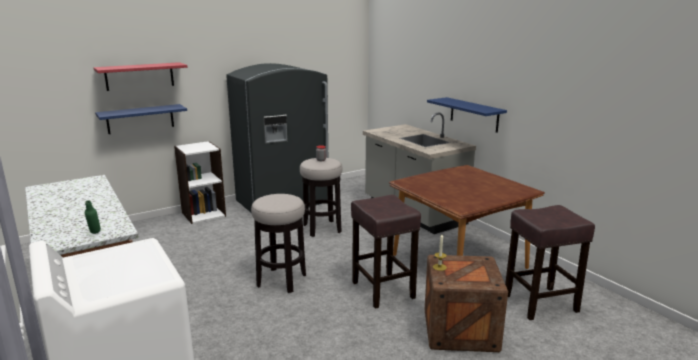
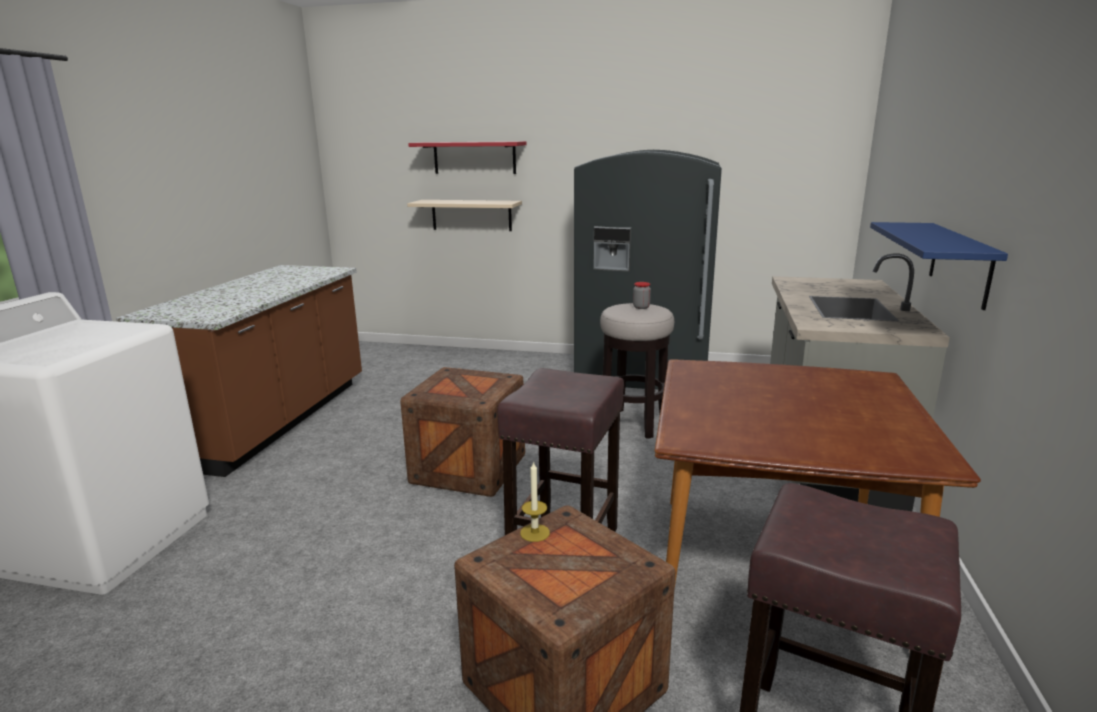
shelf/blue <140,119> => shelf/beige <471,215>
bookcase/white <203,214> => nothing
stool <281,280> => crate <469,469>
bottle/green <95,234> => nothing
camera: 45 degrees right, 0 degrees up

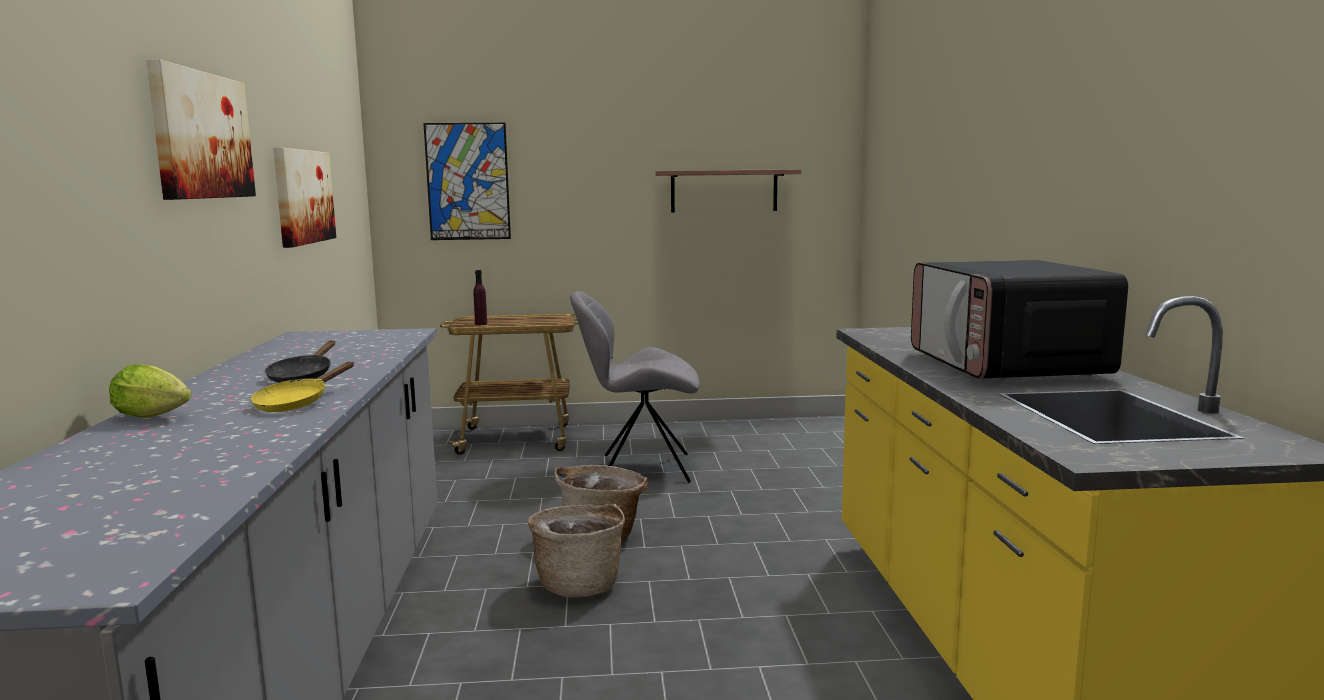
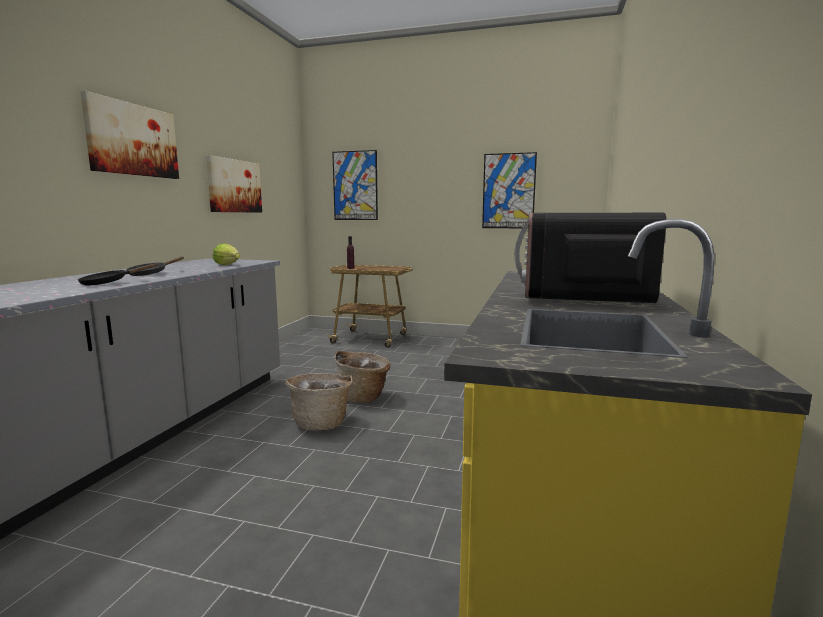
shelf <724,191> => picture <508,191>
chair/grey <640,468> => nothing
frying pan/yellow <297,403> => frying pan/black <109,283>
lettuce <157,417> => lettuce <228,265>, relocated
camera: 20 degrees right, 0 degrees up

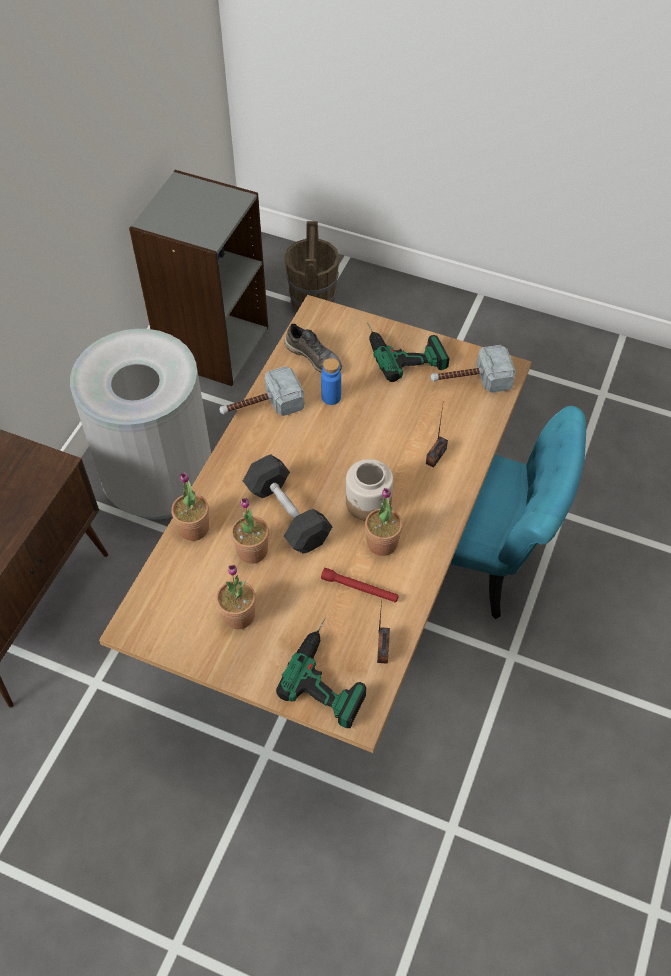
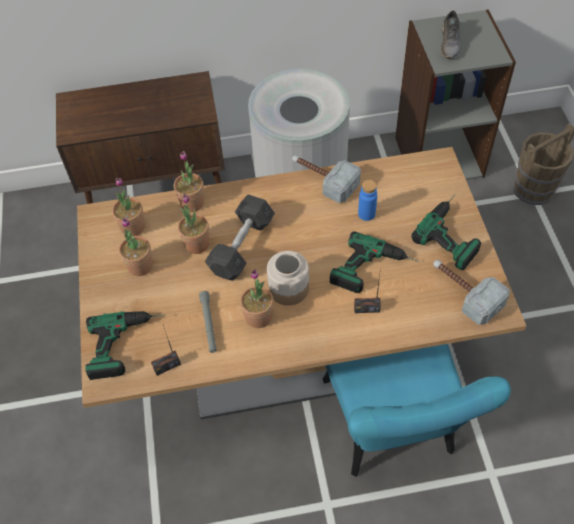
shoe/grey <314,357> => shoe/grey <450,44>, relocated
flashlight/red <359,588> => flashlight/grey <209,324>
nothing => potted plant <133,227>
nothing => power drill <375,271>
camera: 60 degrees right, 0 degrees up

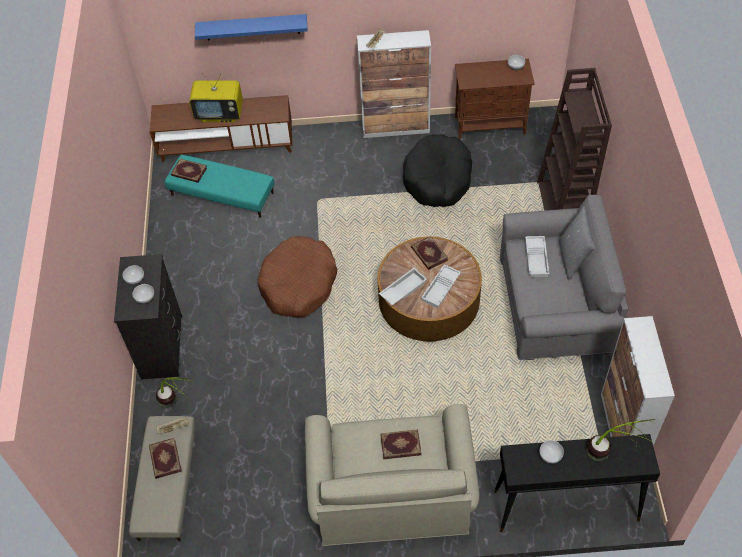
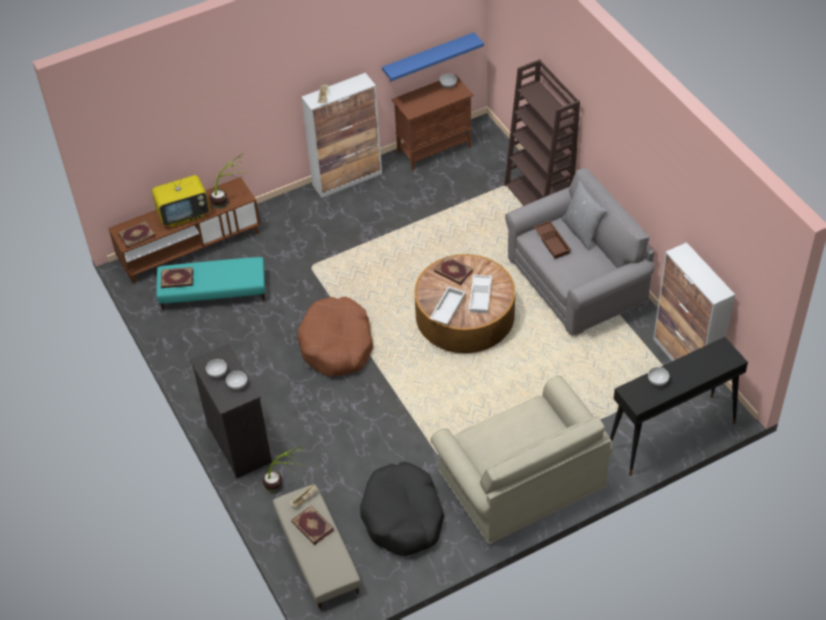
shelf/blue <252,27> => shelf/blue <428,58>, relocated
dog bed/black <438,179> => dog bed/black <403,516>, relocated
tray/white <537,259> => tray/brown <552,242>
potted plant <611,453> => potted plant <229,201>, relocated
book <400,444> => book <136,235>, relocated
camera: 25 degrees left, 5 degrees down

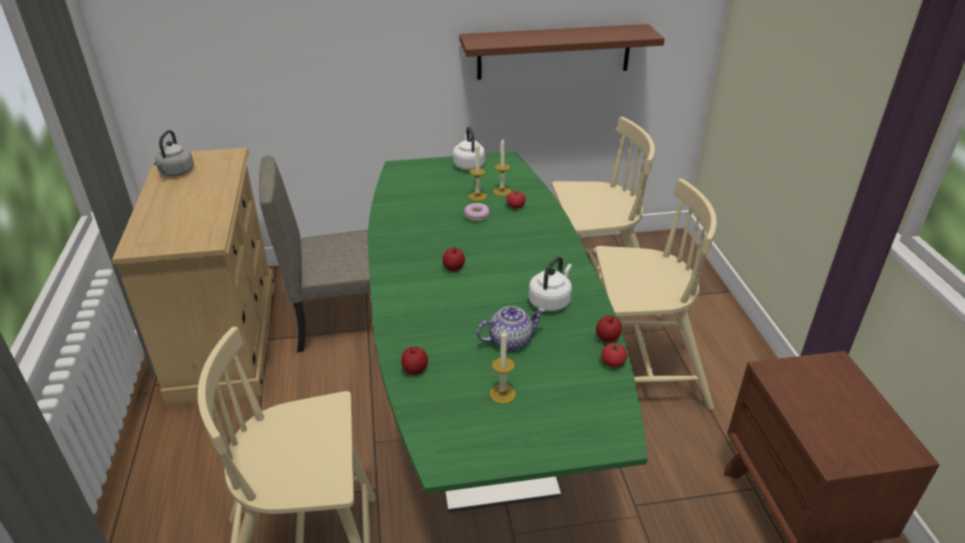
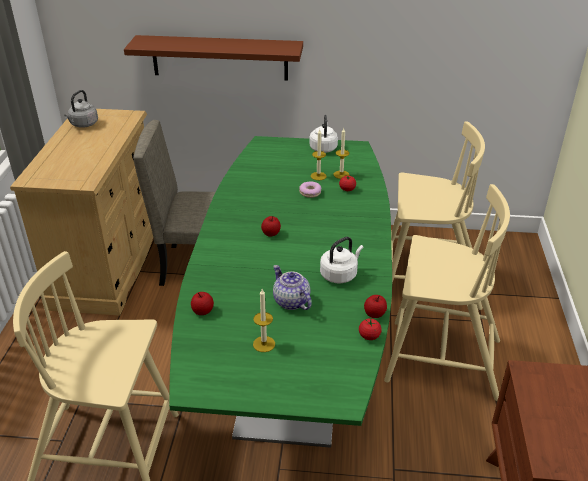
shelf/brown <554,52> => shelf/brown <219,57>, relocated
teapot <510,340> => teapot <290,301>, 120 degrees counterclockwise
camera: 15 degrees right, 0 degrees up

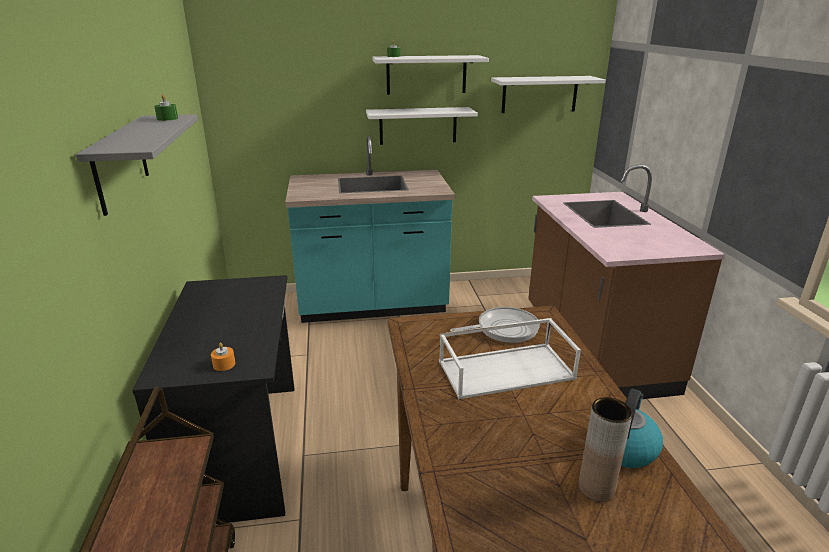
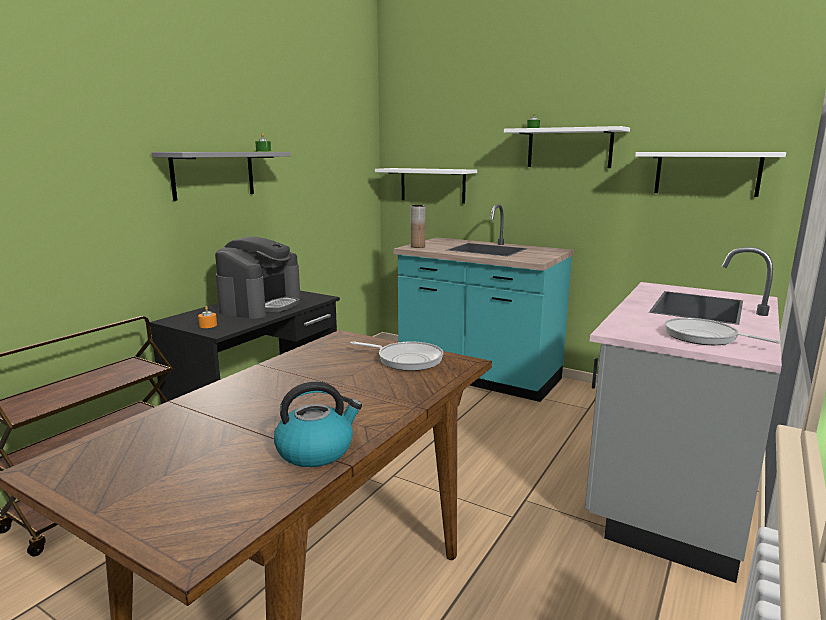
shelf/white <418,126> => shelf/white <432,185>, relocated
counter/brown <593,349> => counter/grey <669,489>
tray/white <506,369> => nothing
vase/brown <596,488> => vase/brown <417,246>, relocated
nothing => coffee machine <261,305>
nothing => frying pan <704,337>
camera: 40 degrees right, 10 degrees down

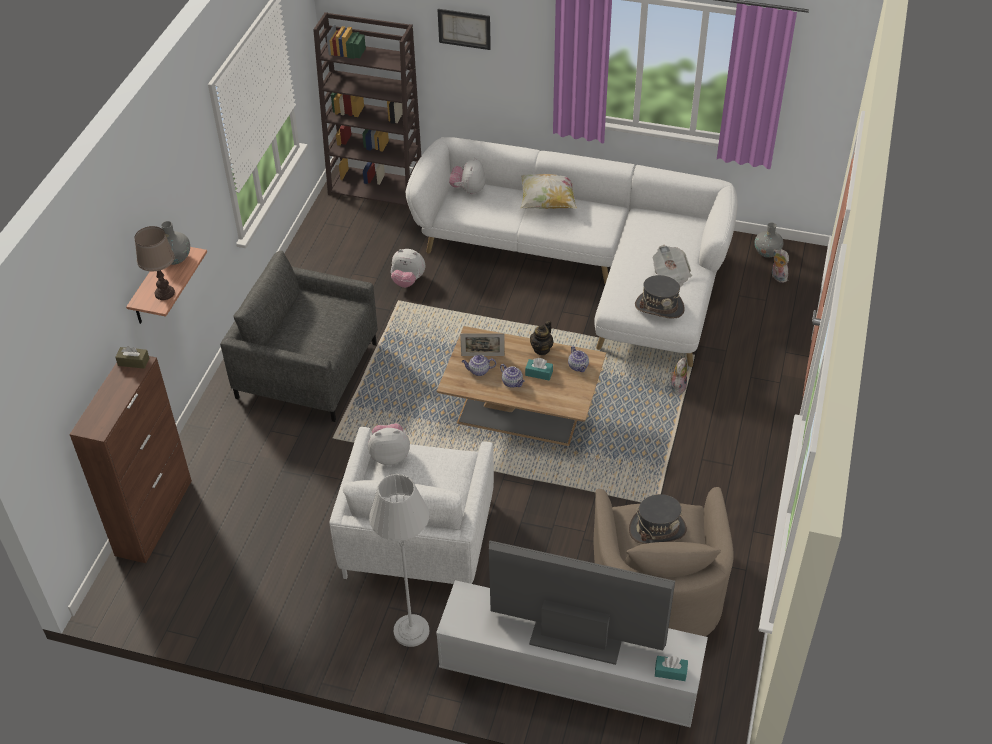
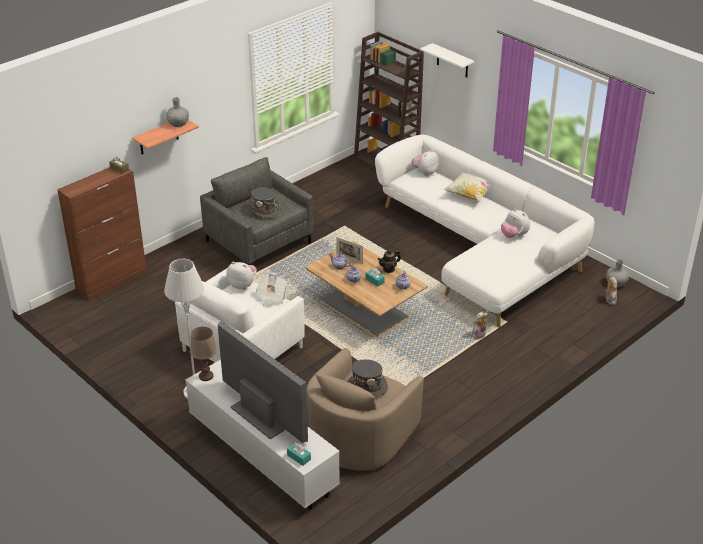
picture <464,28> => shelf/white <452,61>
table lamp/brown <165,293> => table lamp/brown <206,376>, relocated
newspaper <671,275> => newspaper <271,298>, relocated
plush toy <408,281> => plush toy <514,236>, relocated
hat/grey <659,307> => hat/grey <264,210>, relocated
camera: 30 degrees right, 10 degrees down

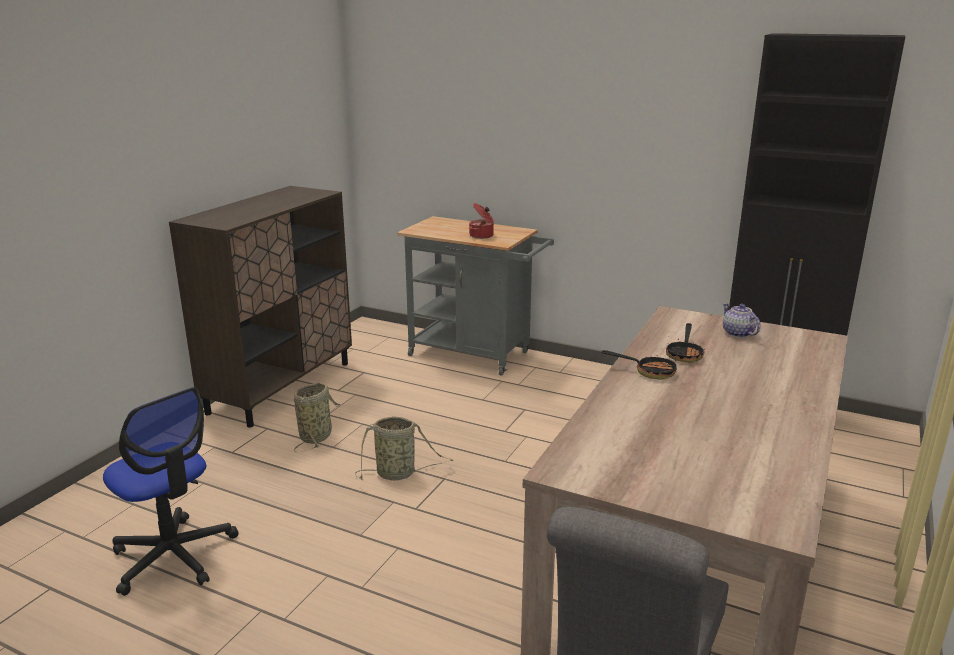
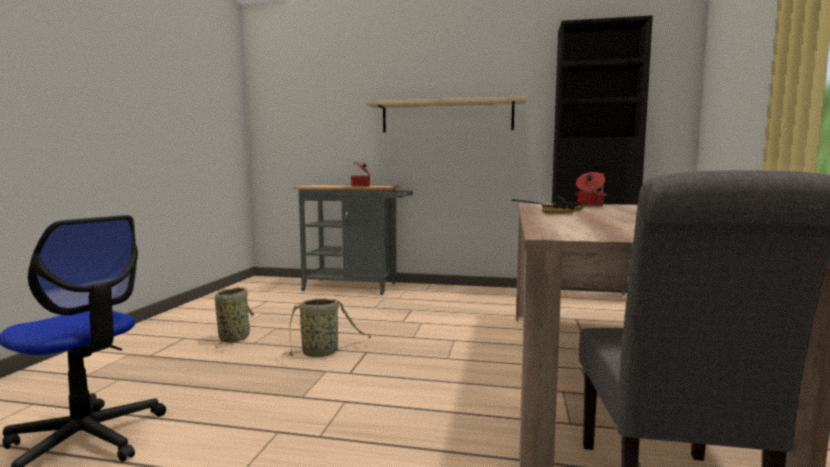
cabinet/brown <281,387> => nothing
teapot <738,333> => cooking pot <589,205>
nothing => shelf/beige <447,116>
camera: 15 degrees left, 15 degrees down

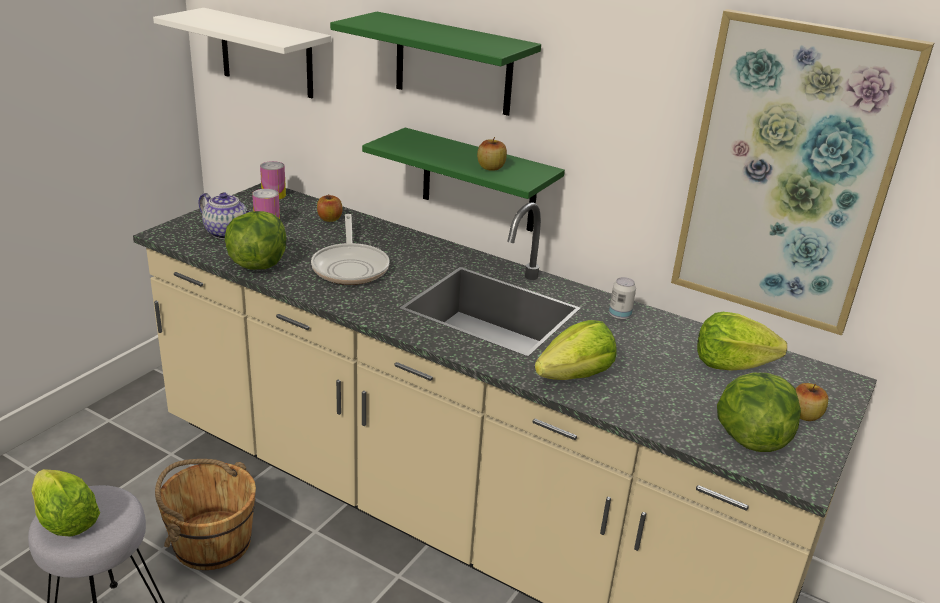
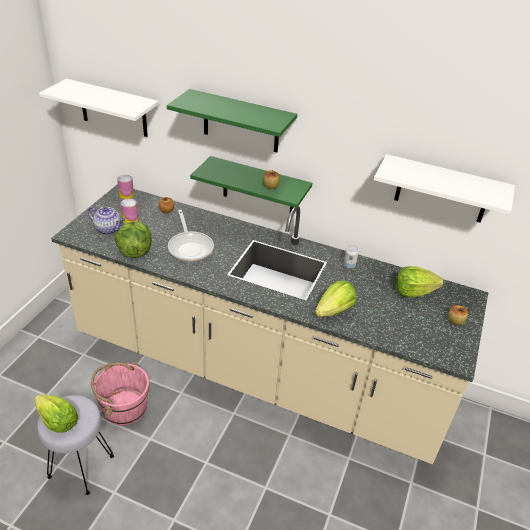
picture <788,175> => shelf/white <442,190>
lettuce <750,438> => nothing
bucket/brown <211,542> => bucket/pink <124,407>
camera: 10 degrees left, 10 degrees up

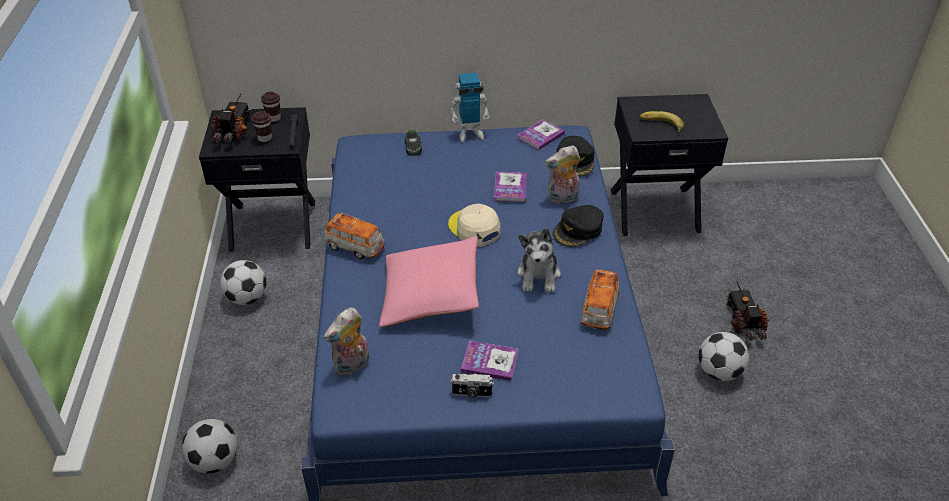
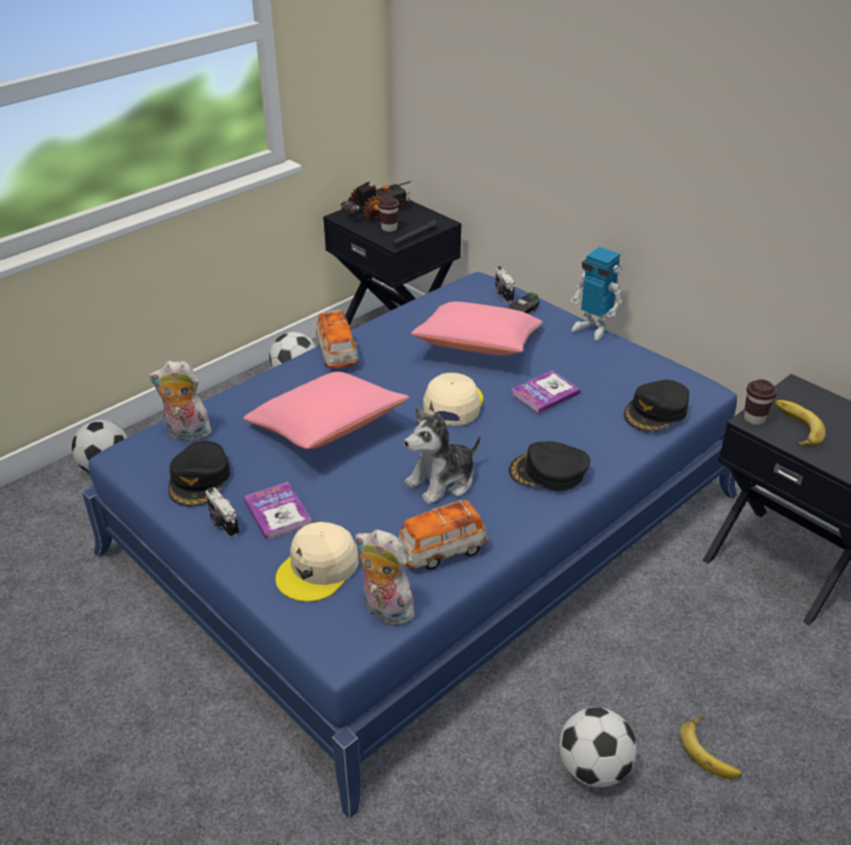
cup/brown <274,118> => cup/brown <754,419>, relocated
book <540,136> => nothing
plush toy <562,198> => plush toy <384,610>, relocated
toy truck <744,321> => banana <712,751>
nothing => photo camera <503,294>
nothing => pillow/pink <478,346>
nothing => cap/black <200,480>
nothing => cap/beige <318,569>
camera: 50 degrees right, 5 degrees down

